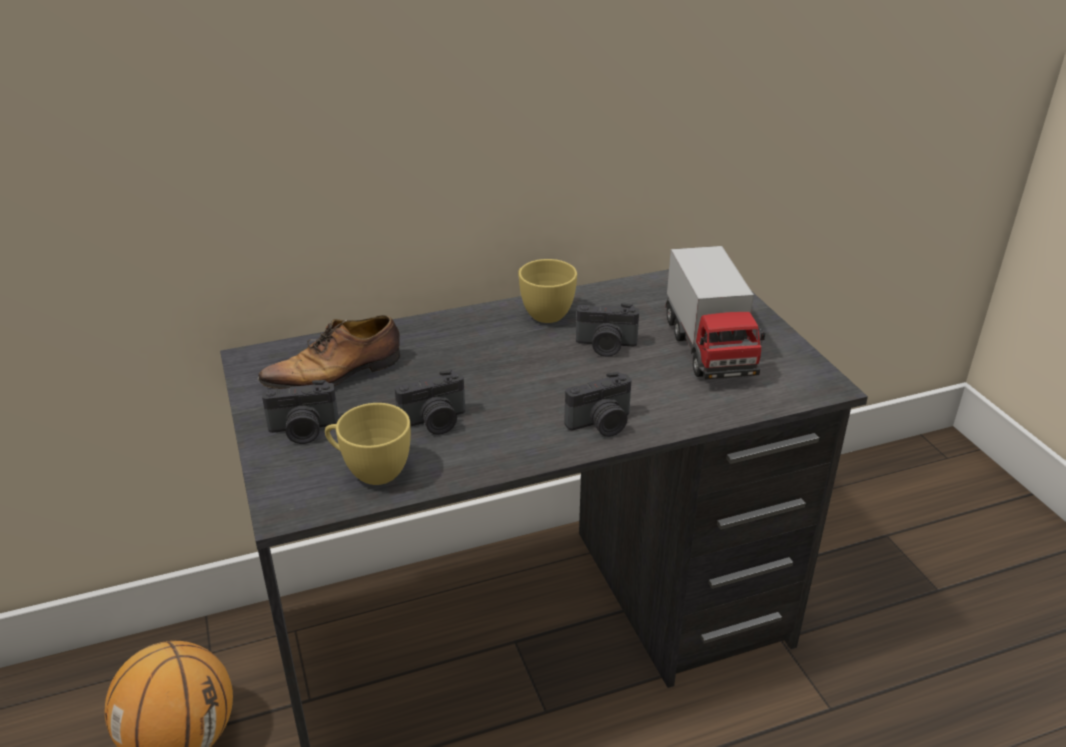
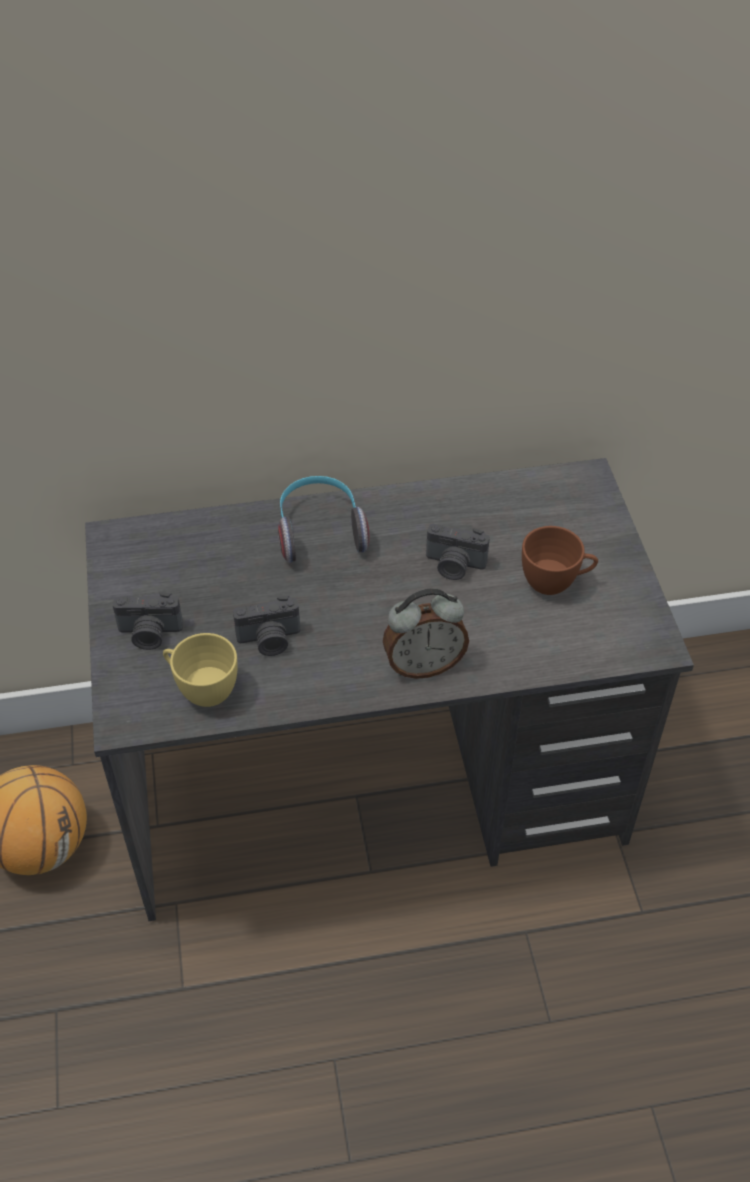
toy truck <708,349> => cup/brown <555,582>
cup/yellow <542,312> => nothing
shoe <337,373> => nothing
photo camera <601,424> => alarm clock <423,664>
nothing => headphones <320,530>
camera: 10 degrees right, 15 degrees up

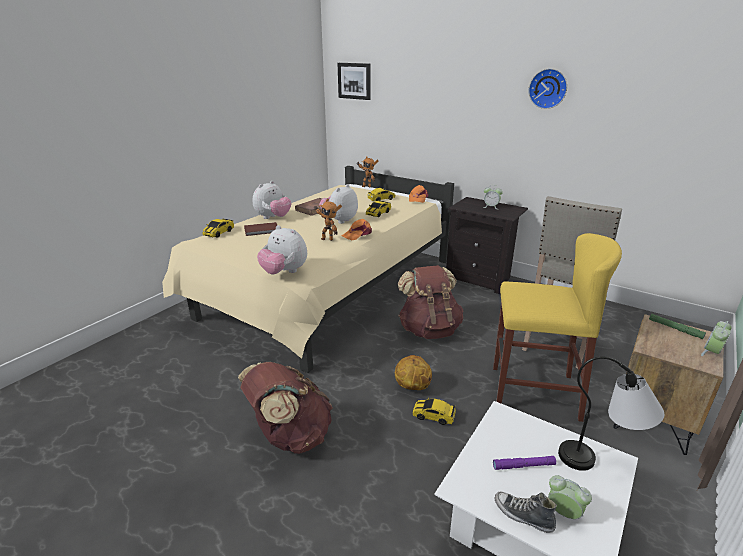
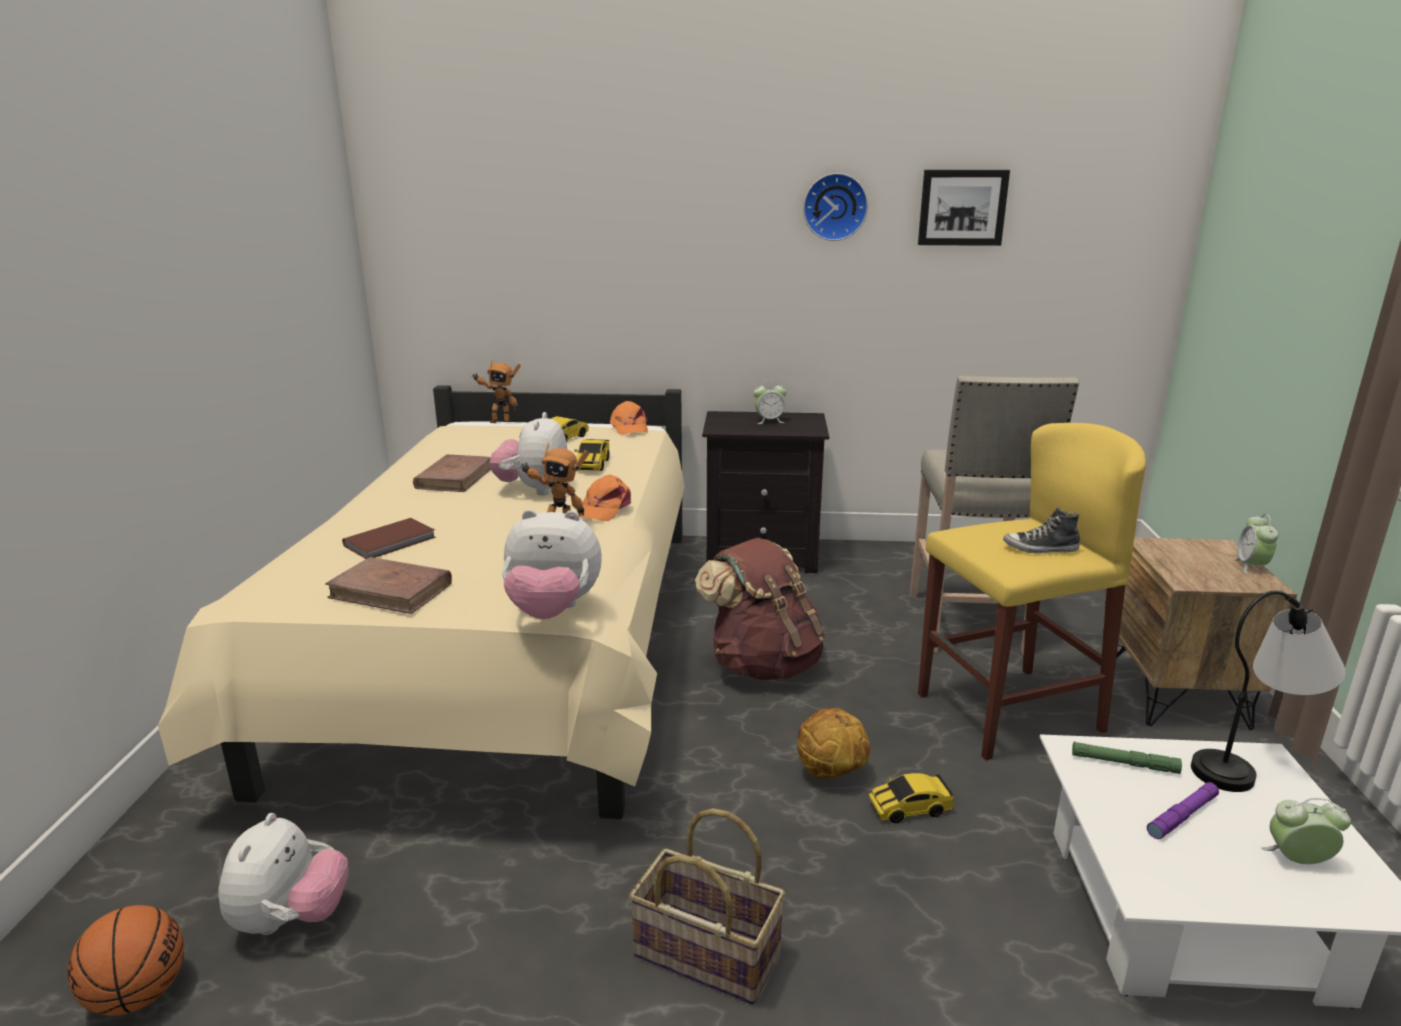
picture <354,81> => picture <962,207>, relocated
plush toy <273,218> => plush toy <291,919>, relocated
toy car <219,233> => nothing
flashlight/green <675,329> => flashlight/green <1124,763>, relocated
backpack/brown <290,436> => basket <705,955>
shoe <523,516> => shoe <1040,549>, relocated
nothing => book/brown <391,591>
nothing => basketball <138,995>
camera: 30 degrees left, 5 degrees down

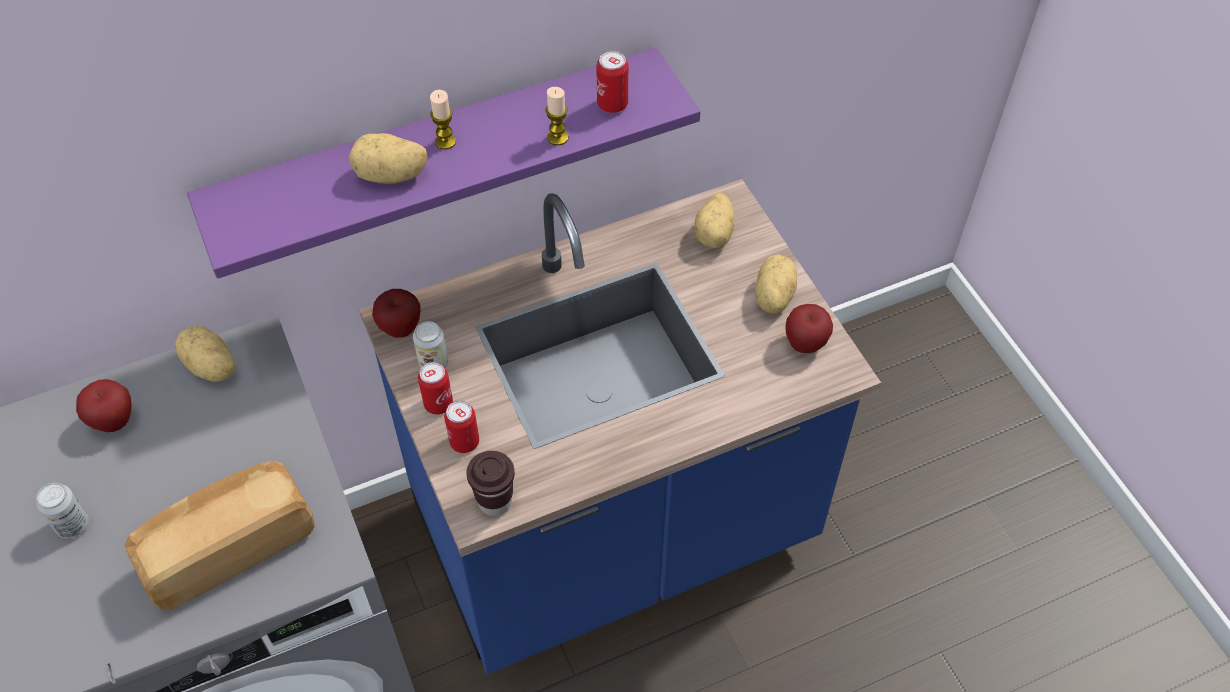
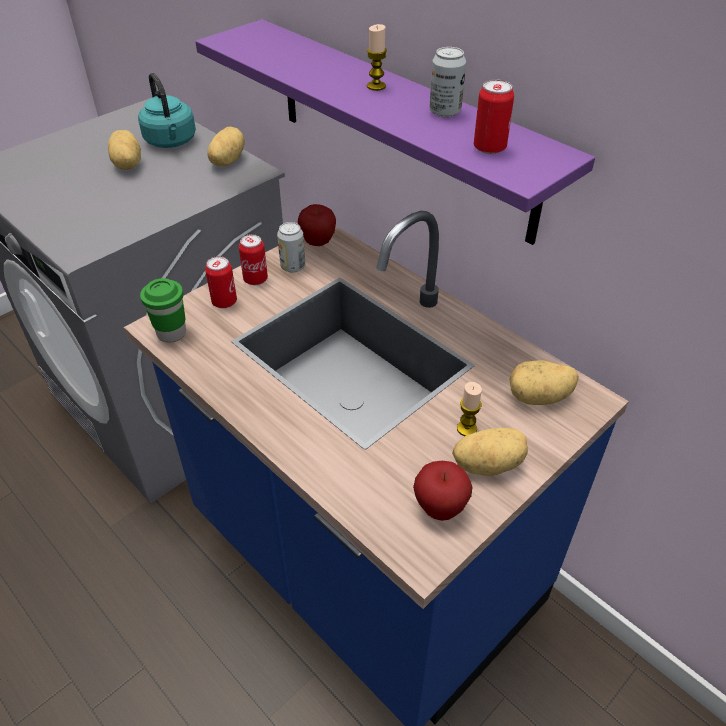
candle <557,138> => candle <466,428>, relocated
potato <391,176> => potato <126,165>, relocated
apple <114,421> => kettle/turquoise <171,142>
cup/brown <495,502> => cup/green <171,333>
bread <228,548> => nothing
can <73,525> => can <445,112>, relocated
camera: 70 degrees right, 10 degrees down

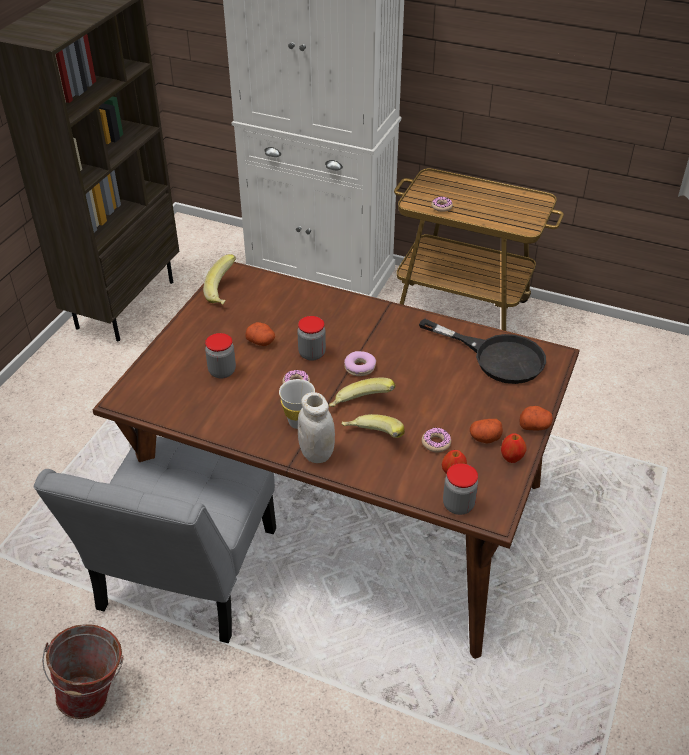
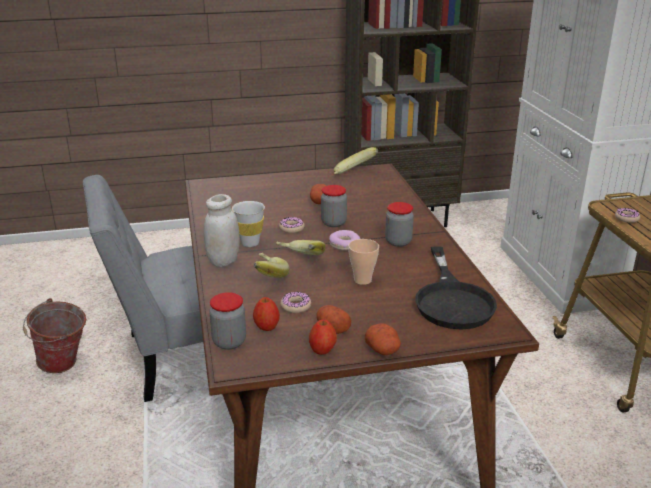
jar <222,371> => jar <398,242>, relocated
nothing => cup <362,280>
camera: 55 degrees right, 15 degrees down

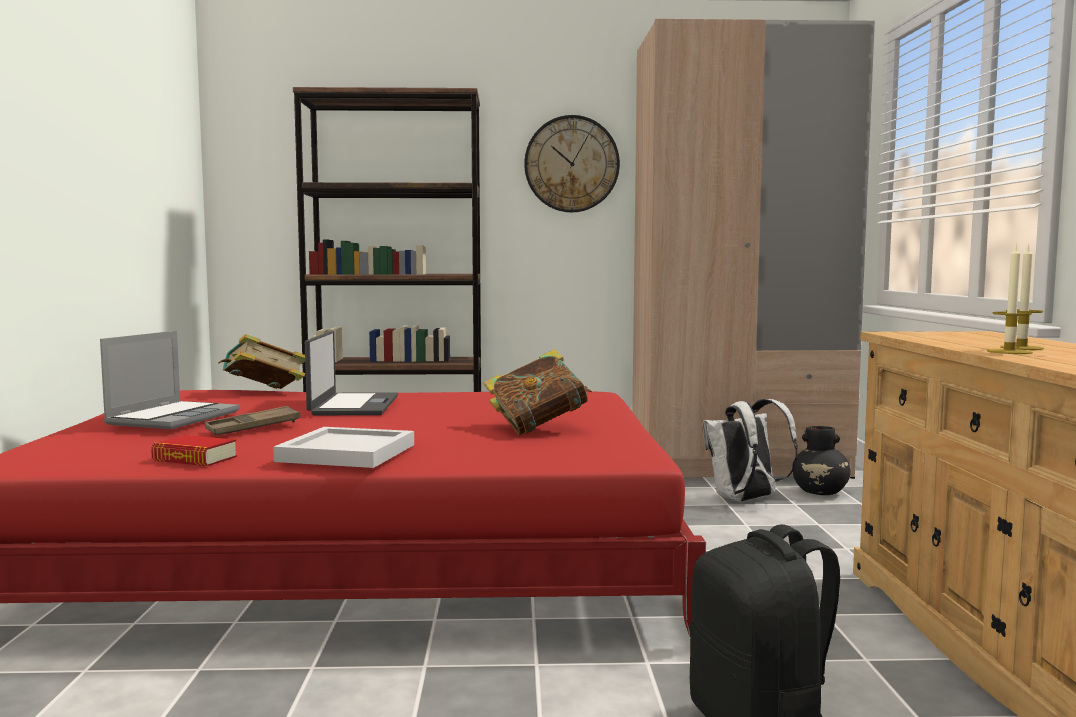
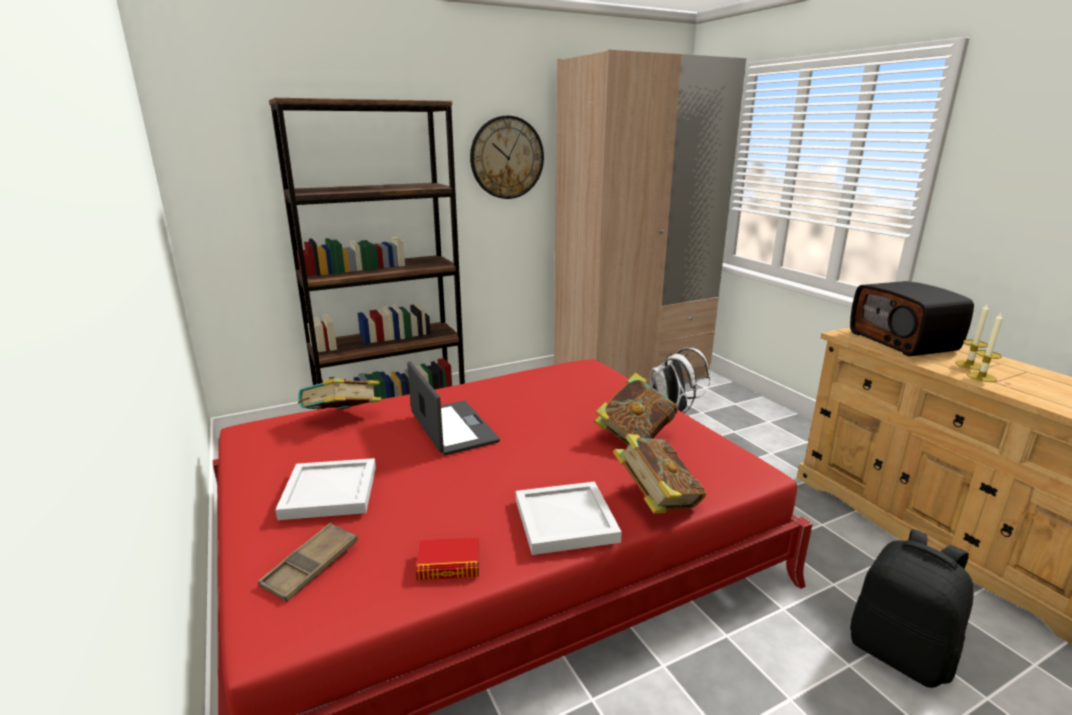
laptop <174,417> => tray/white <328,491>
tray/brown <253,428> => tray/brown <311,566>, relocated
vase/black <820,492> => nothing
nothing => radio <904,341>
nothing => book <656,501>
camera: 25 degrees left, 15 degrees up

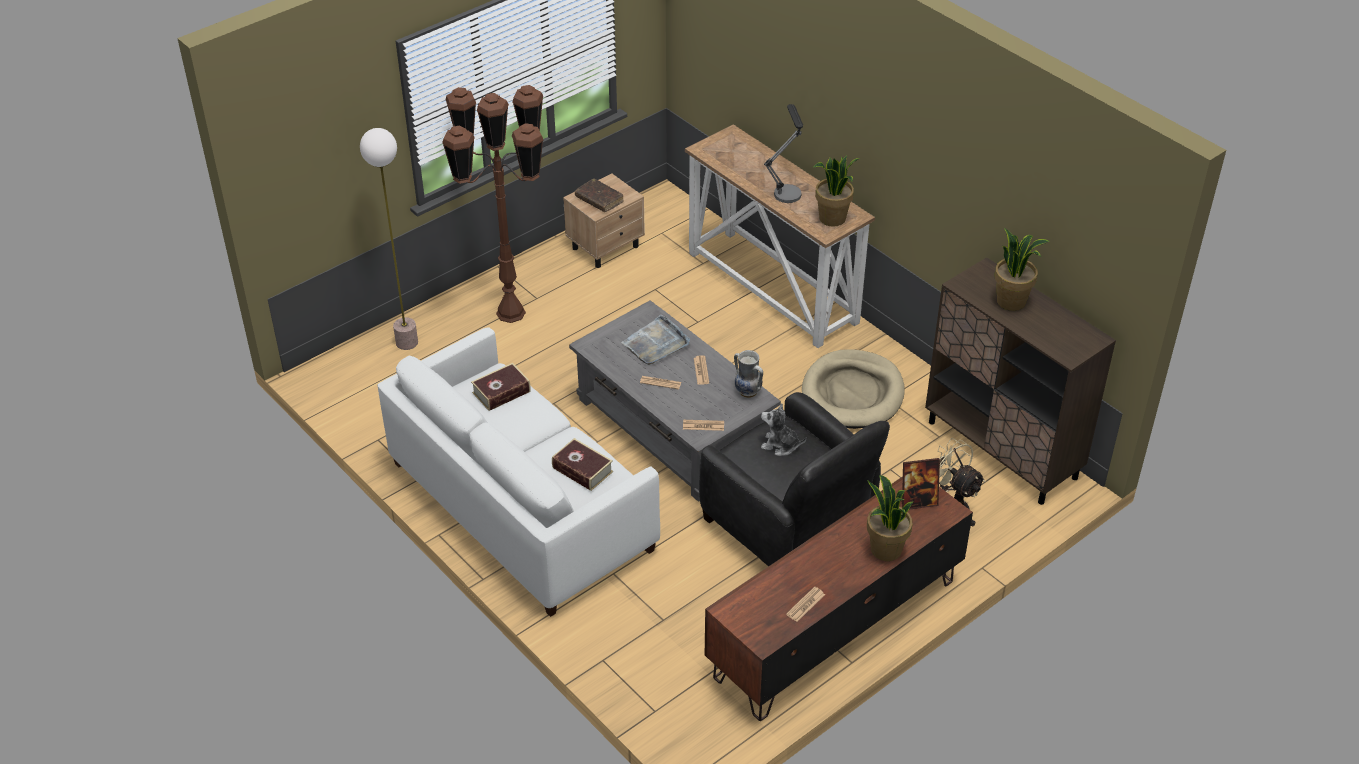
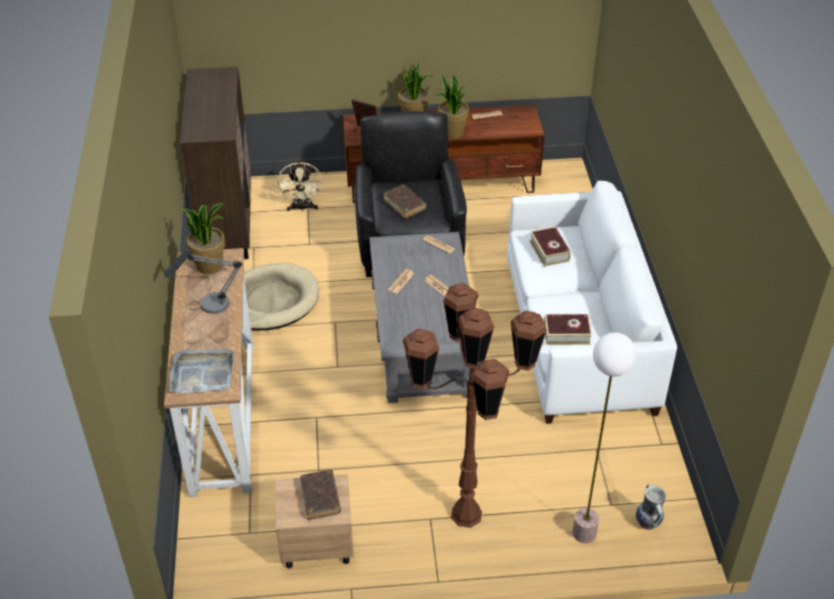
potted plant <1011,301> => potted plant <452,132>, relocated
tray/grey <656,343> => tray/grey <202,373>, relocated
vase <747,392> => vase <648,522>, relocated
plush toy <780,445> => book/brown <404,205>
camera: 145 degrees left, 0 degrees up

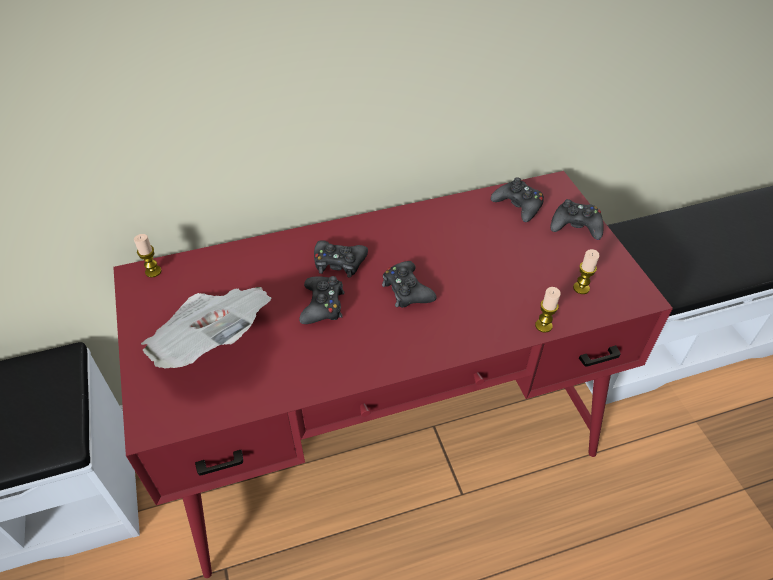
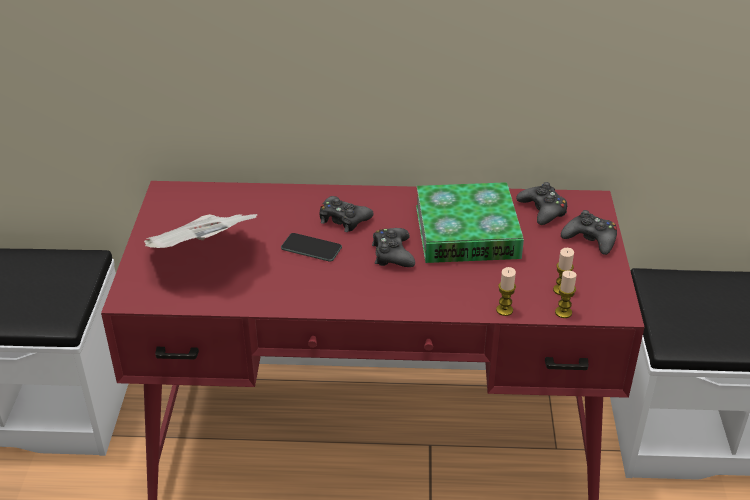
candle <153,271> => candle <563,312>, relocated
game controller/black <323,305> => phone <311,248>
nothing => book <466,232>
camera: 20 degrees right, 10 degrees down

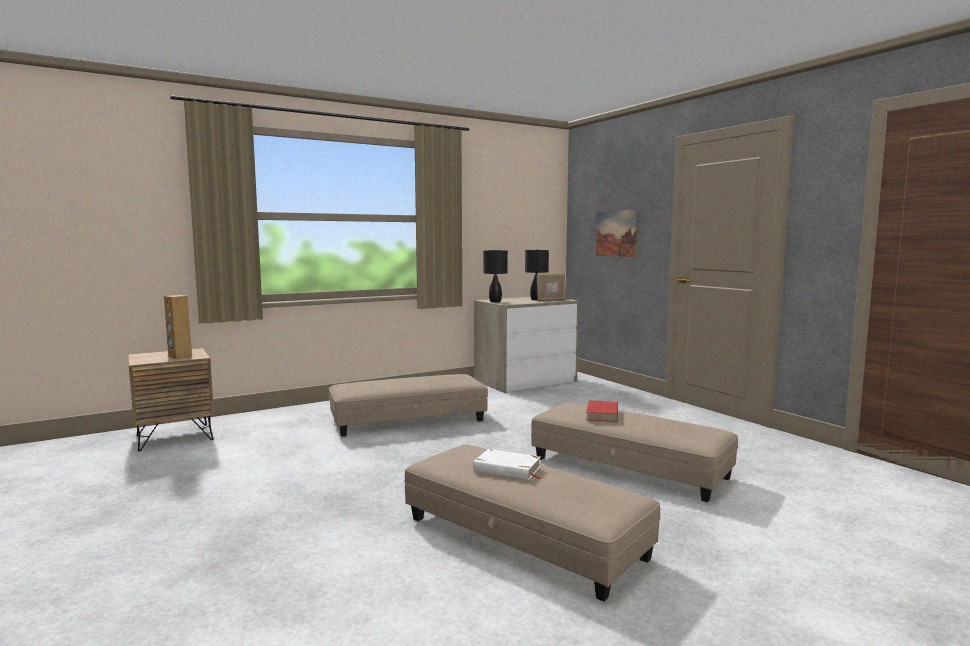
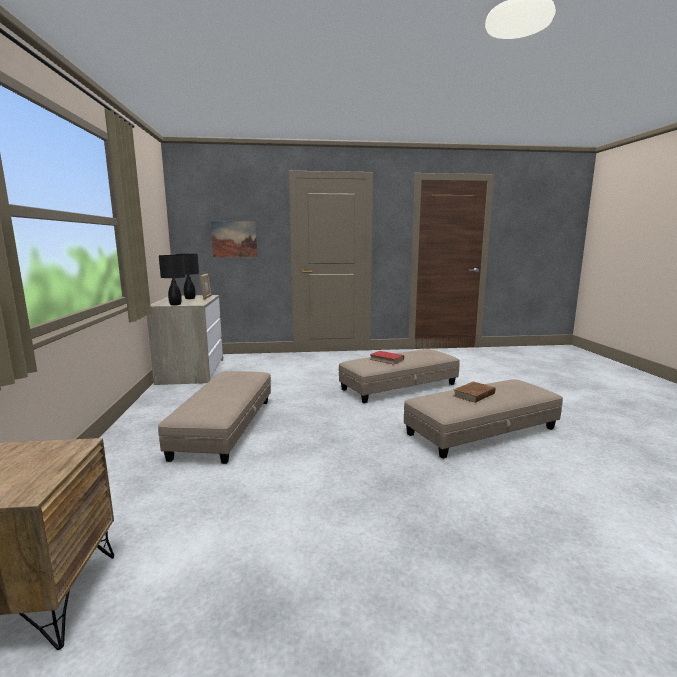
speaker/brown <179,357> => nothing
book/white <507,469> => book/brown <474,395>
camera: 65 degrees left, 5 degrees up

